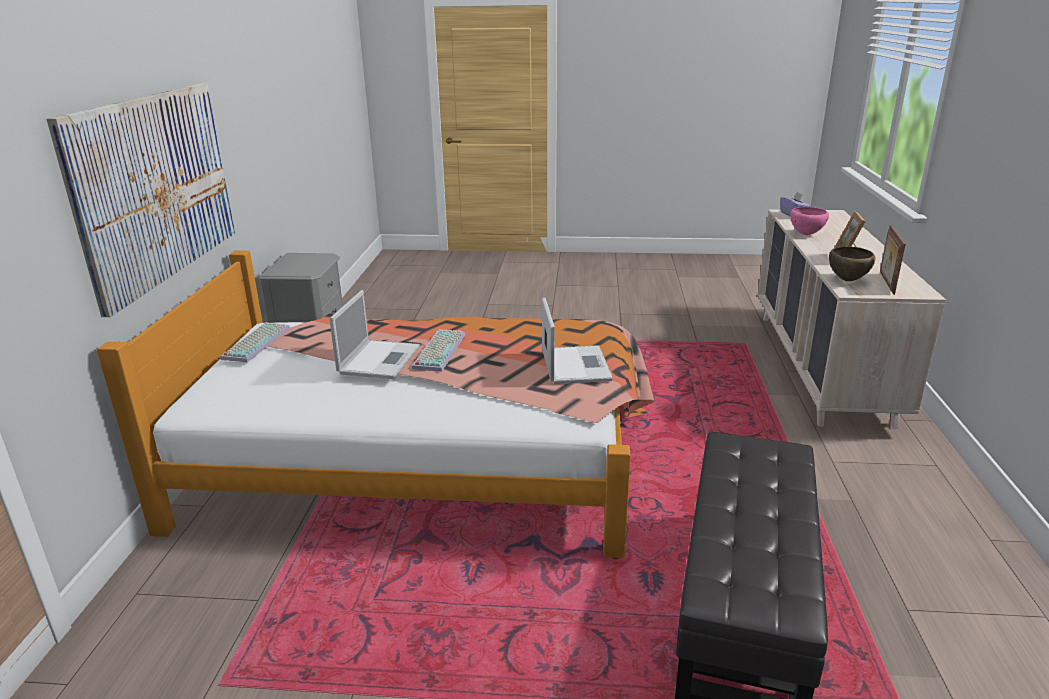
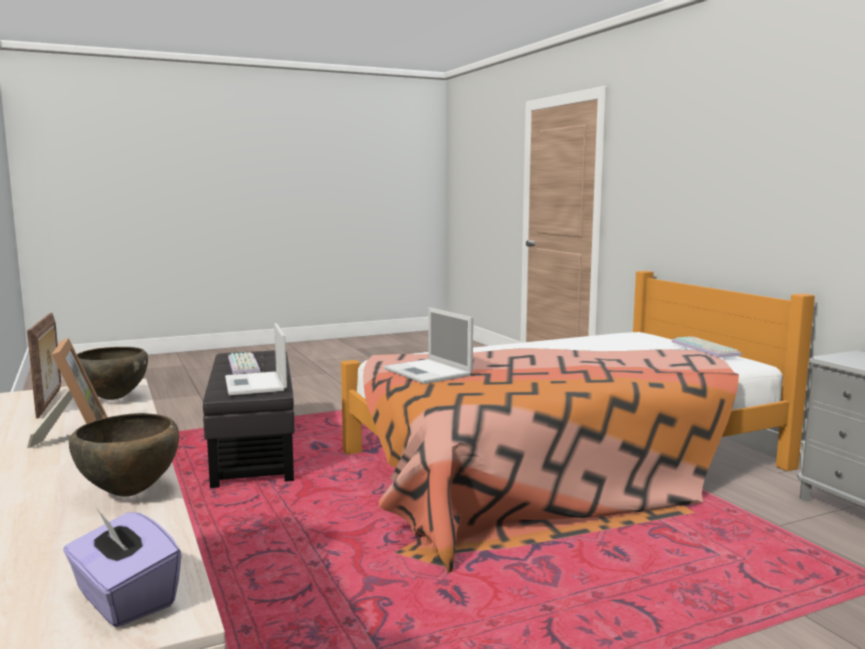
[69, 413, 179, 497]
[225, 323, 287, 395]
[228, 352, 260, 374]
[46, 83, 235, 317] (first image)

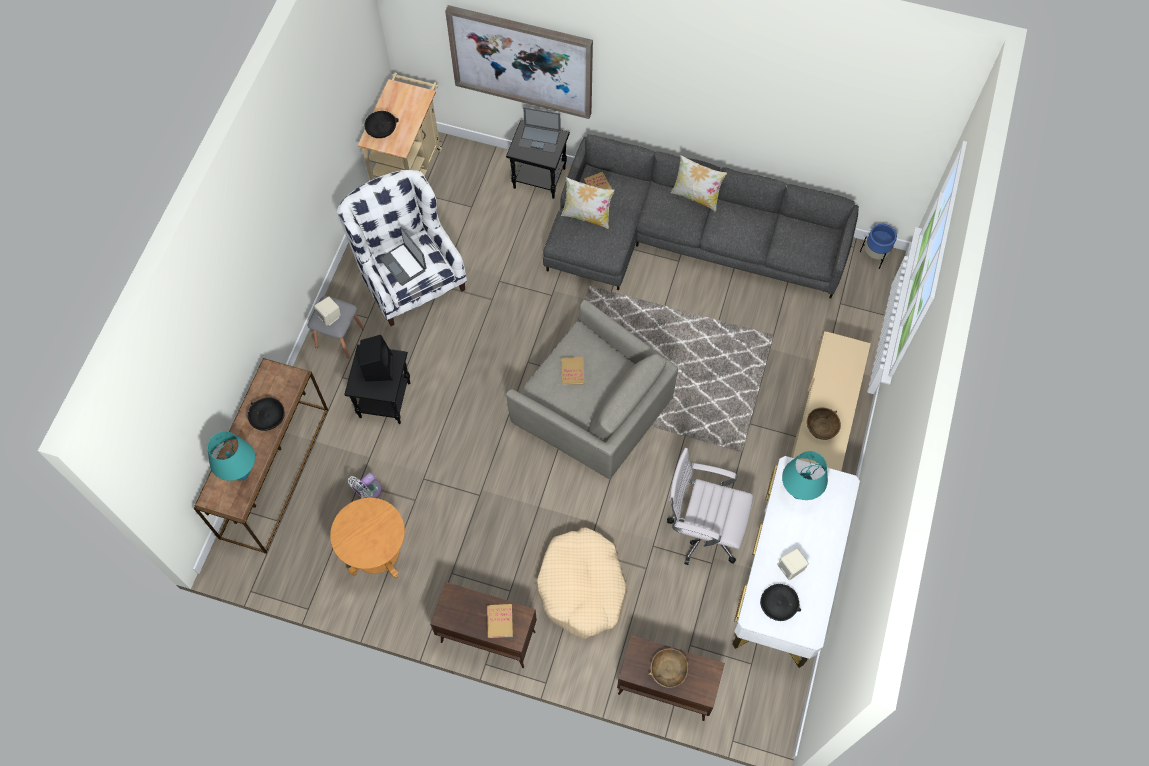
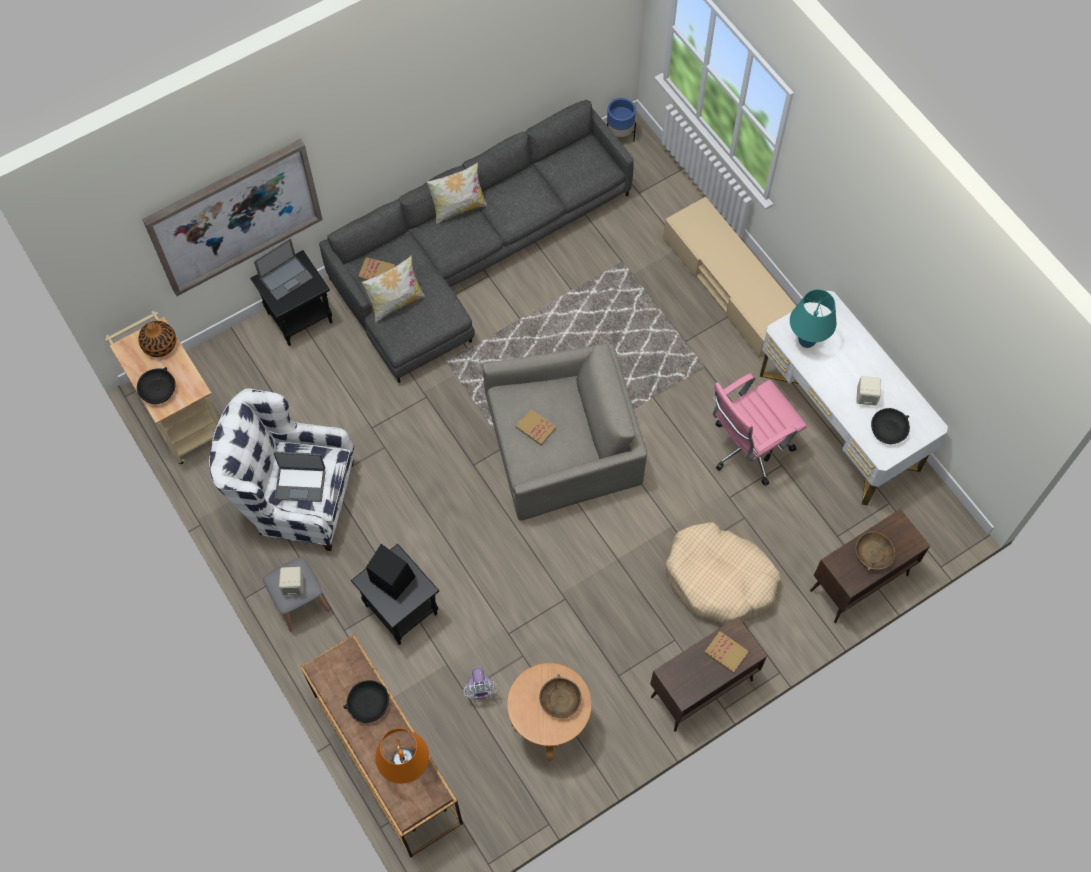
[138, 321, 176, 357]
[375, 728, 429, 784]
[539, 674, 581, 718]
[713, 373, 807, 486]

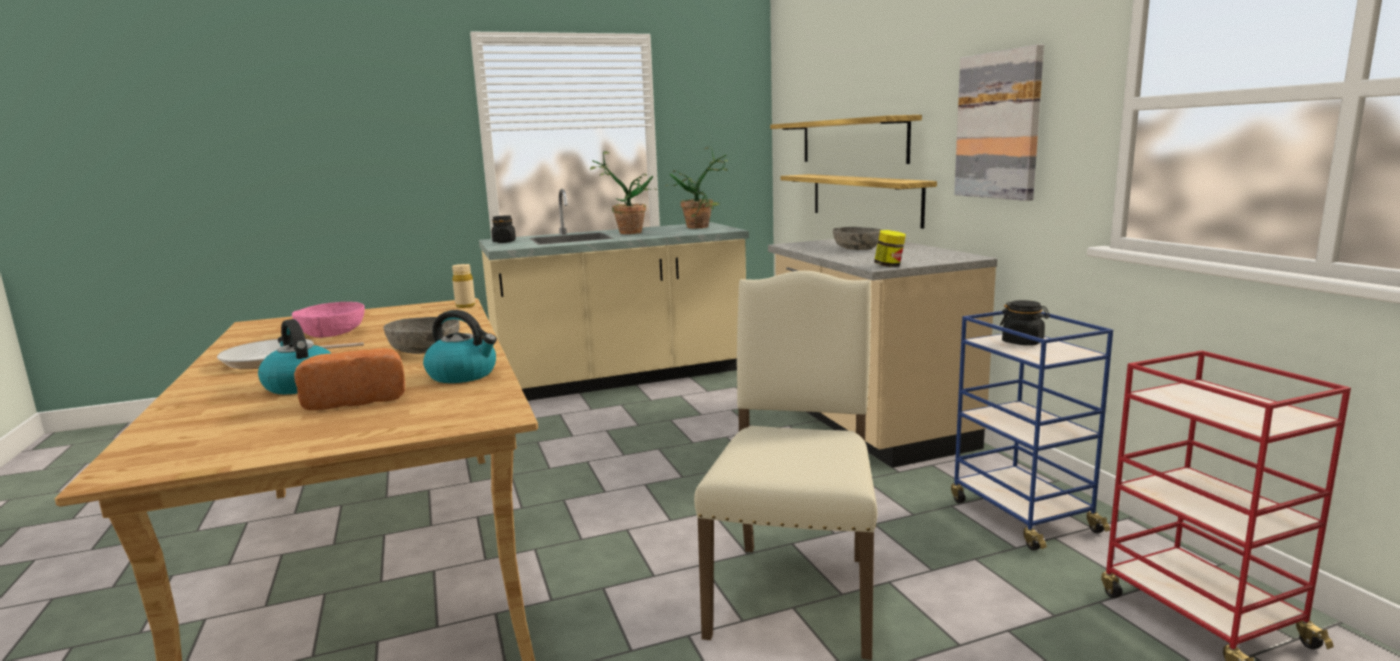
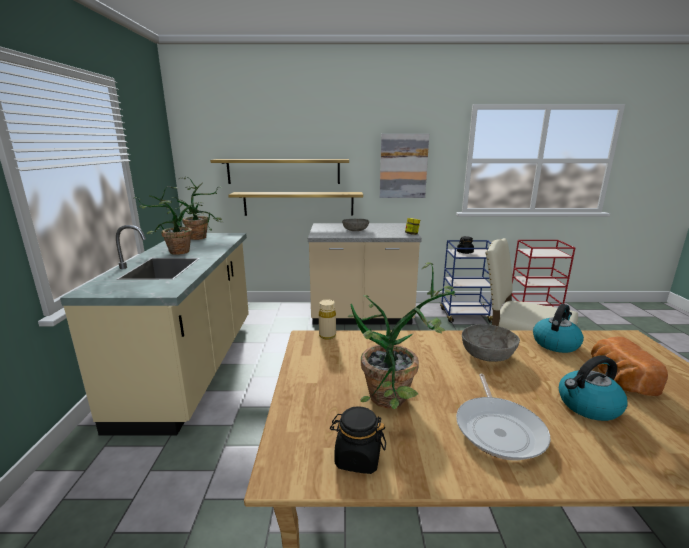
[330, 406, 386, 474]
[348, 262, 456, 409]

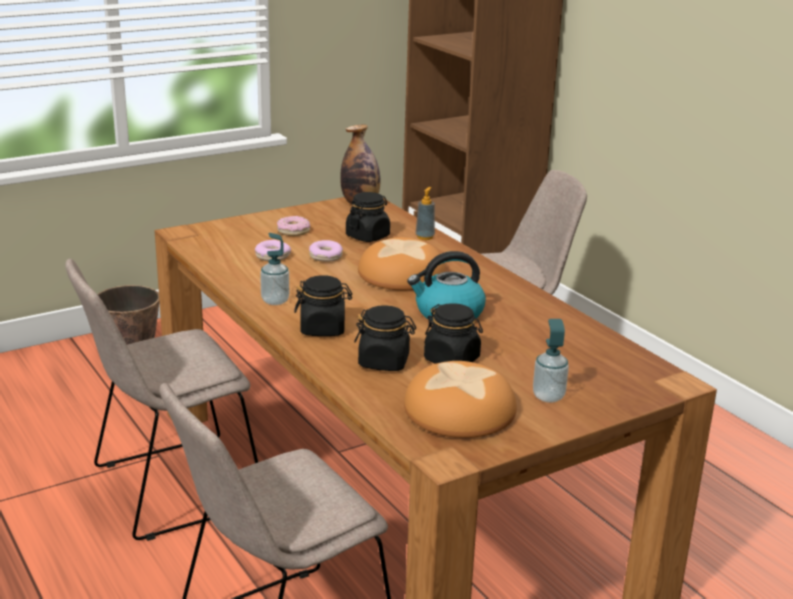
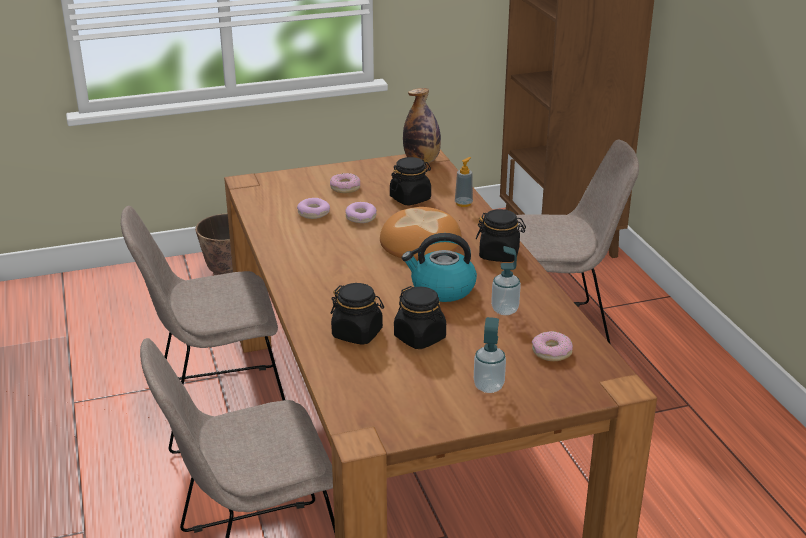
[476, 209, 526, 262]
[491, 246, 521, 315]
[532, 331, 573, 361]
[404, 361, 517, 438] (first image)

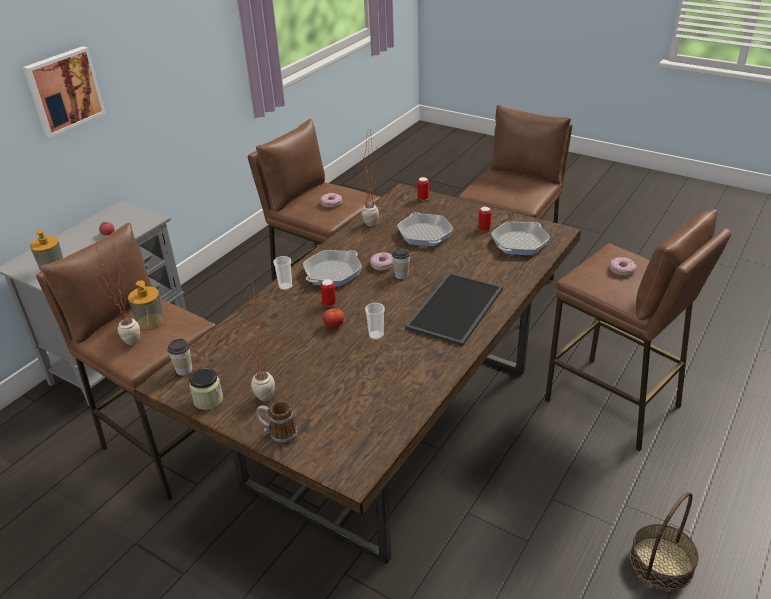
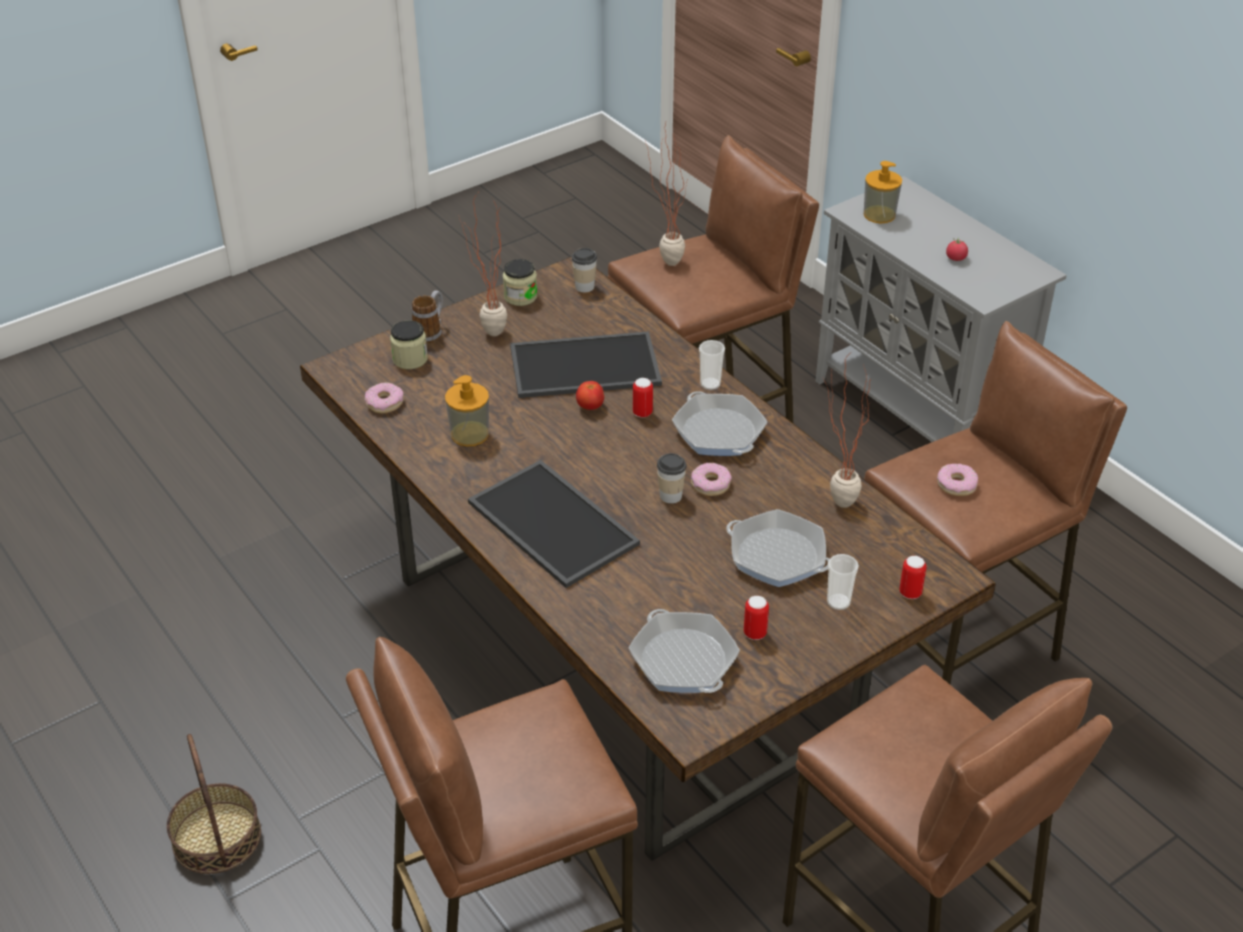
[364, 382, 403, 413]
[390, 320, 428, 369]
[445, 375, 489, 446]
[510, 331, 662, 398]
[726, 509, 830, 587]
[827, 554, 859, 610]
[23, 46, 106, 137] (first image)

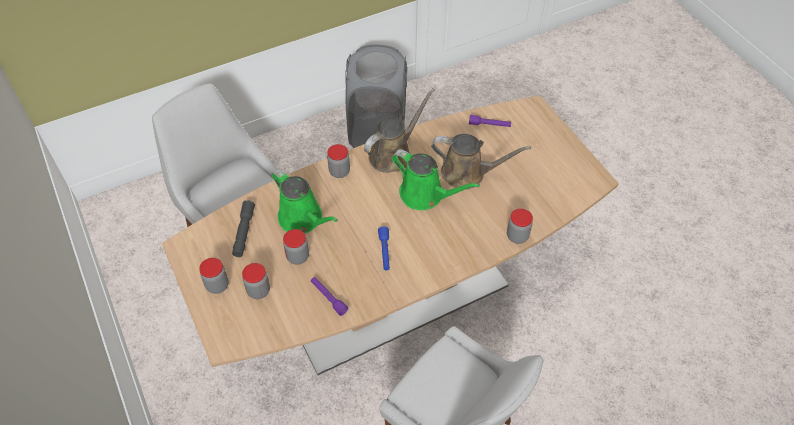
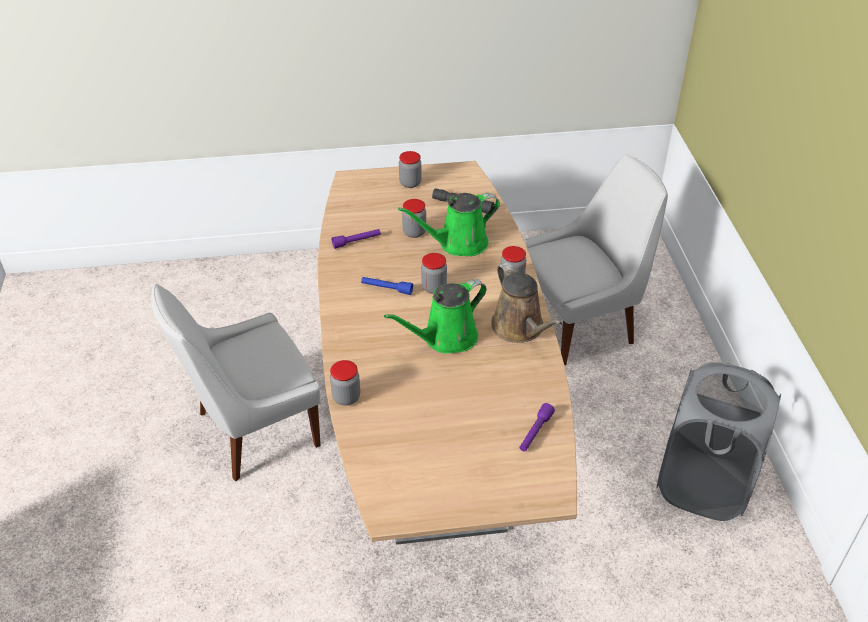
[421, 253, 447, 294]
[431, 134, 531, 190] (first image)

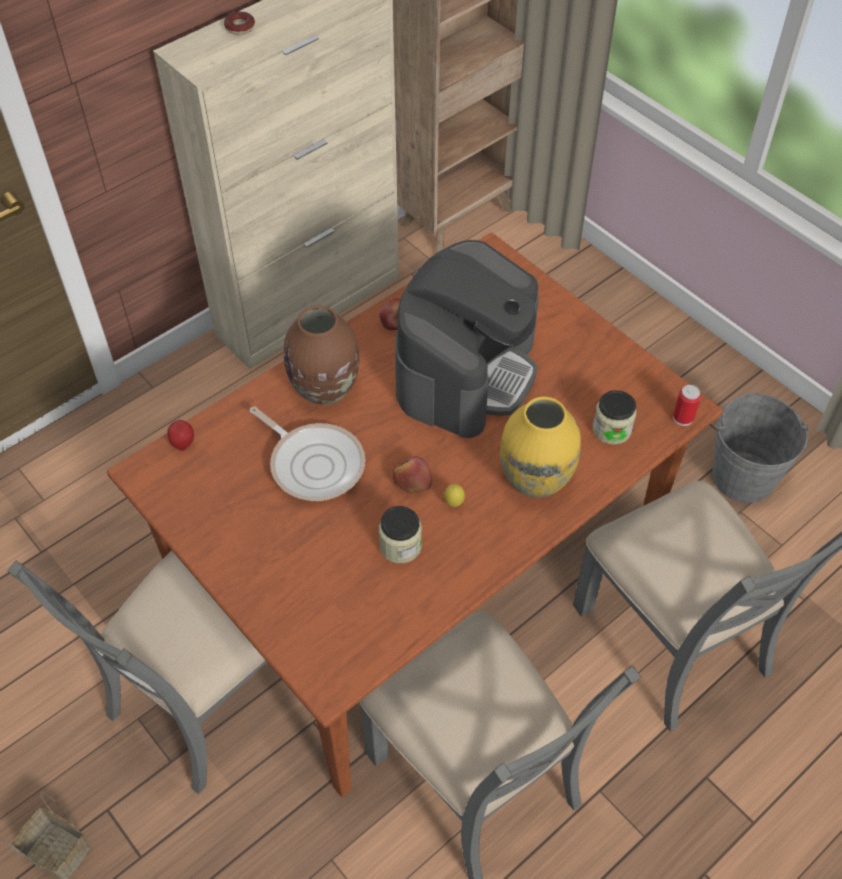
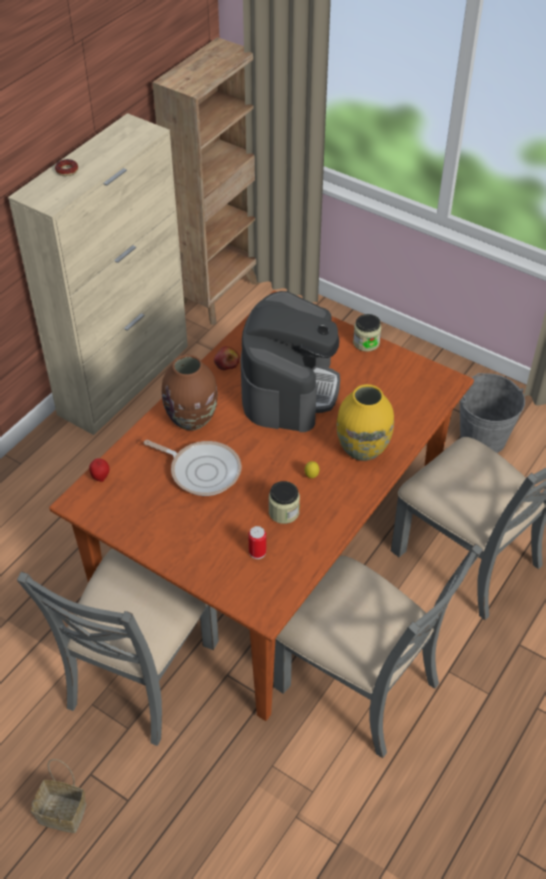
[248, 526, 266, 559]
[353, 314, 381, 352]
[393, 456, 432, 493] (first image)

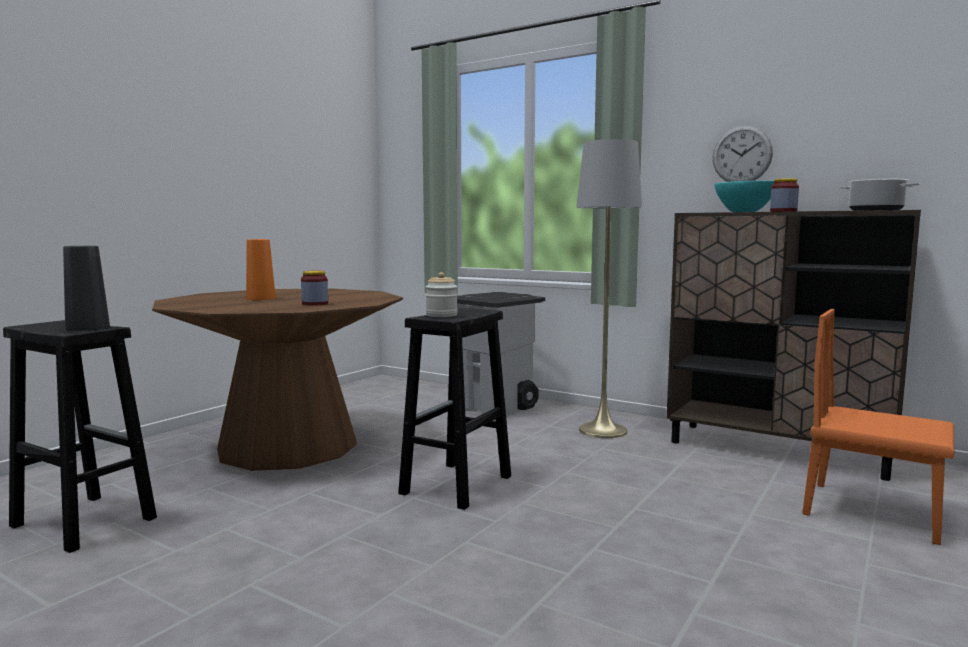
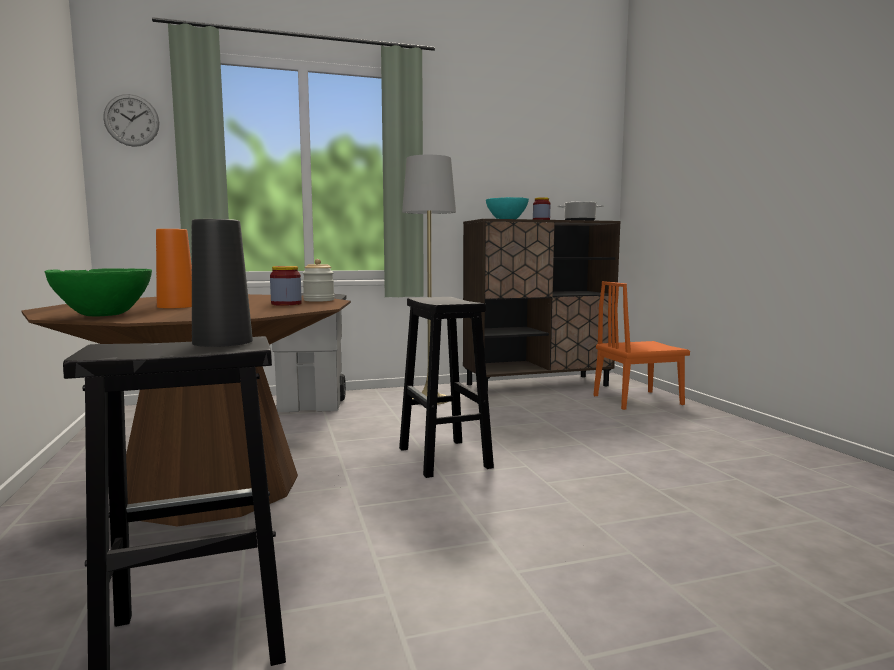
[45, 268, 152, 316]
[103, 94, 159, 147]
[303, 259, 334, 302]

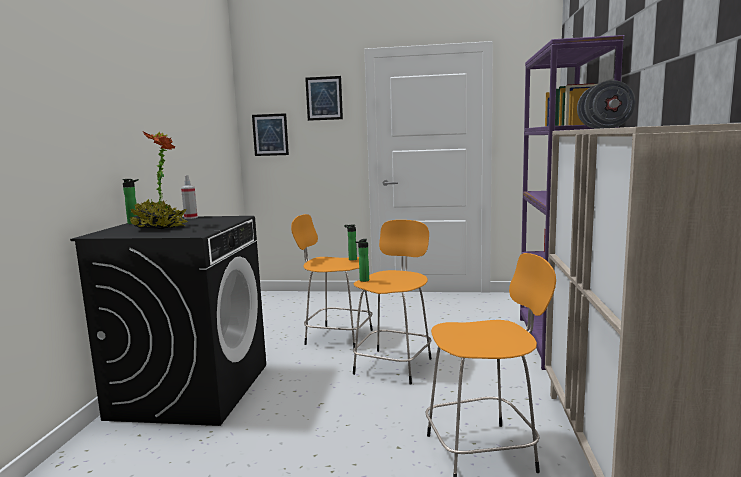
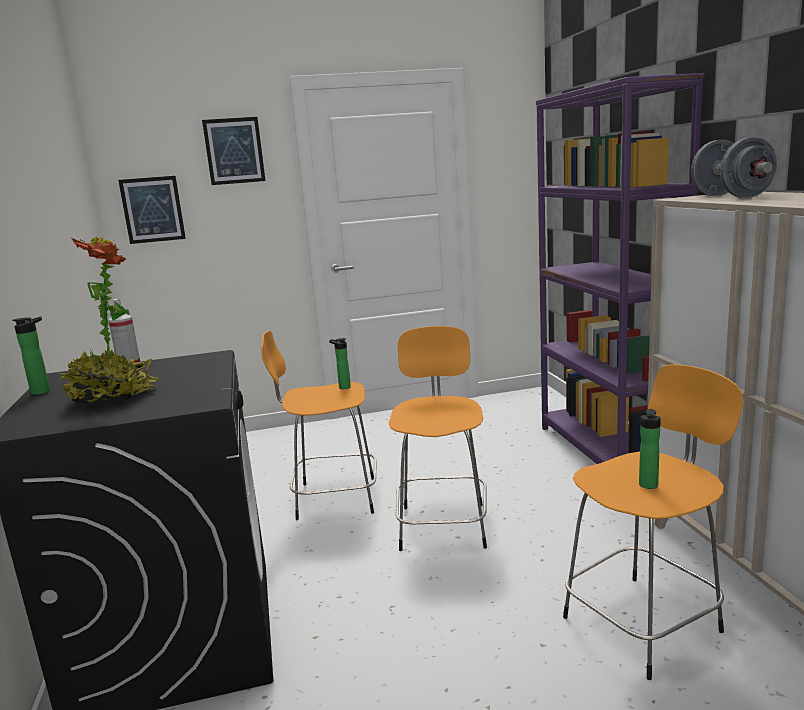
[639, 409, 661, 489]

